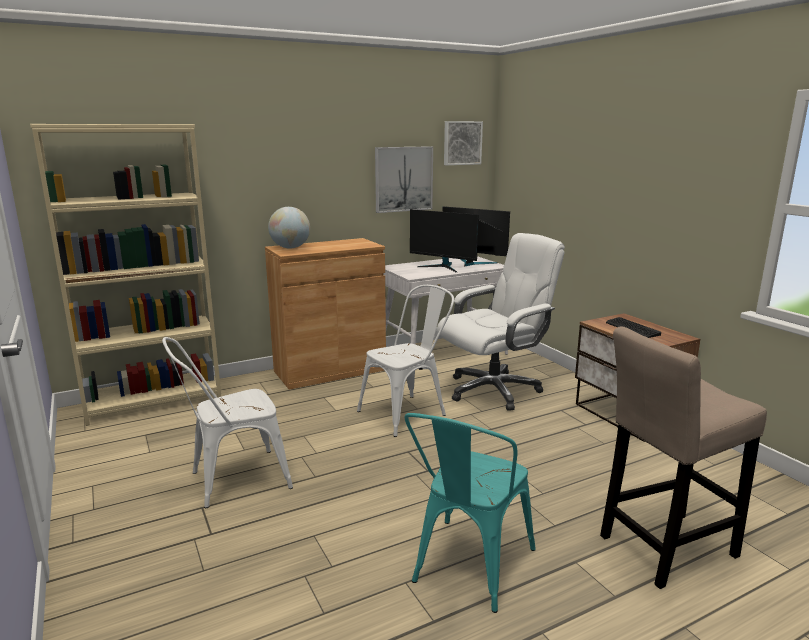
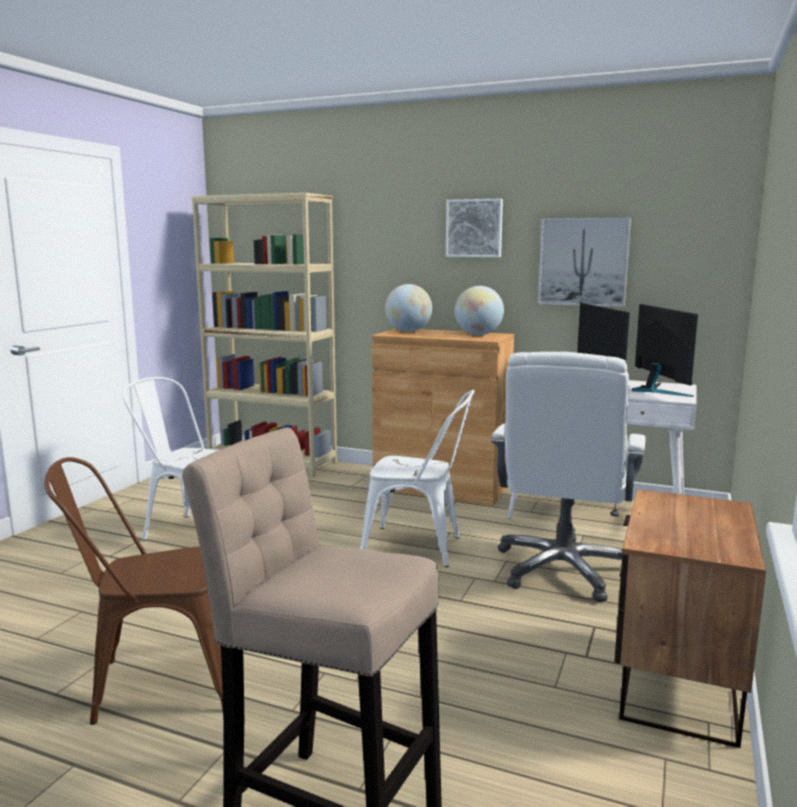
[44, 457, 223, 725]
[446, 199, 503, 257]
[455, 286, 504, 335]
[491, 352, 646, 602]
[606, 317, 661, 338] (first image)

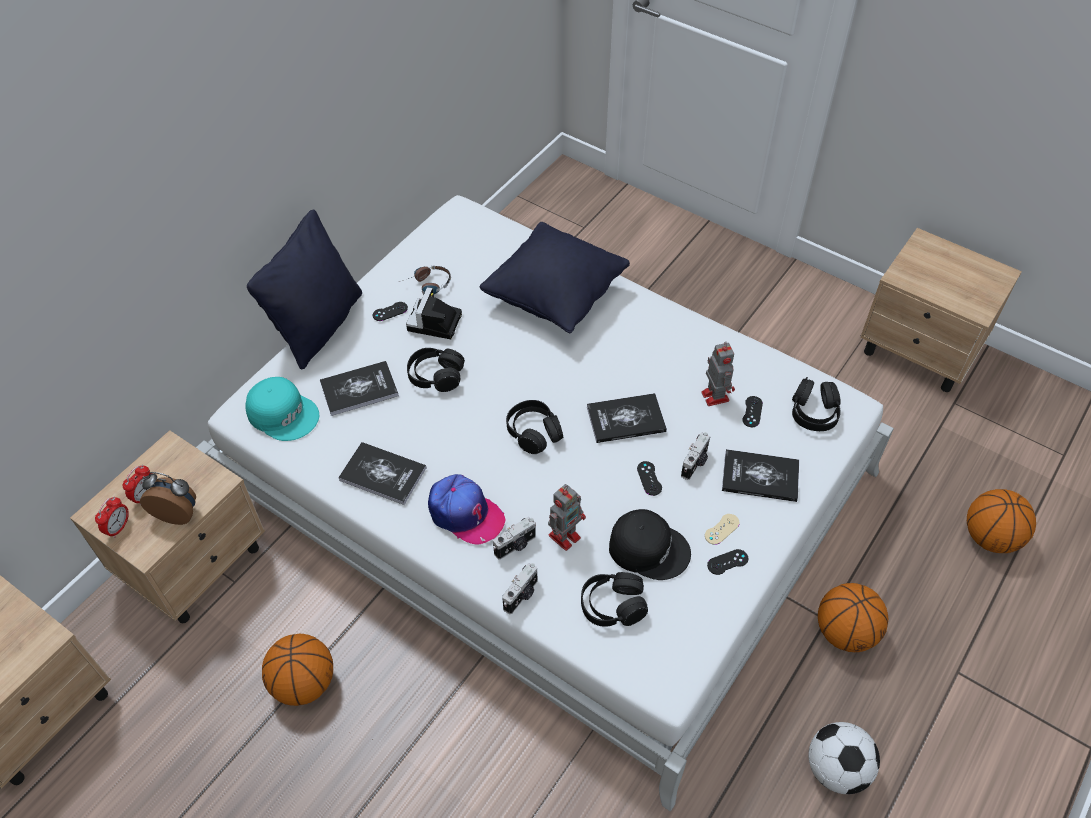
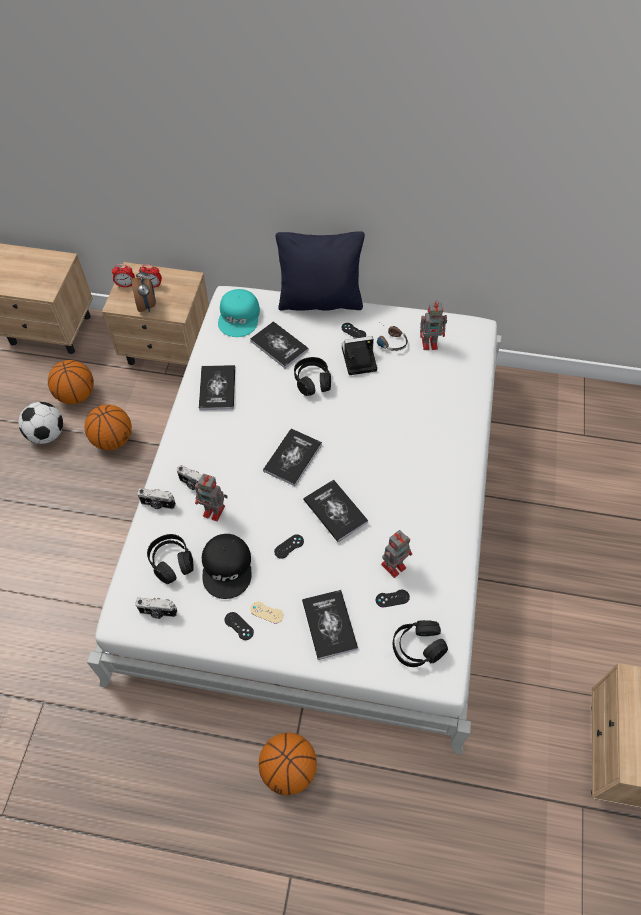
[18, 402, 63, 444]
[48, 360, 94, 404]
[135, 598, 177, 619]
[263, 428, 322, 486]
[420, 301, 447, 350]
[428, 474, 505, 545] (first image)
[480, 222, 630, 333] (first image)

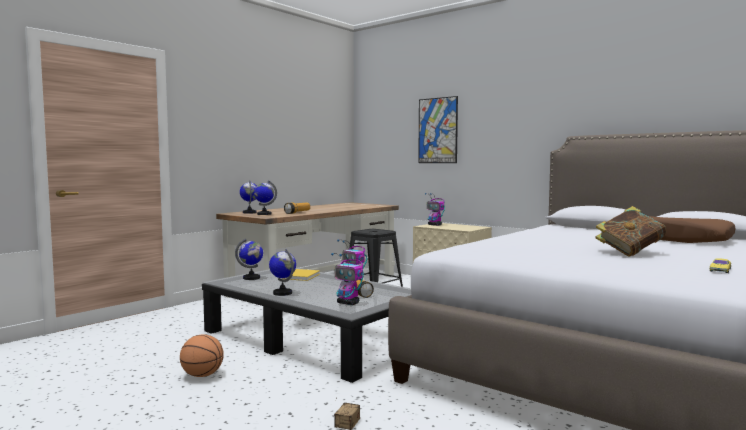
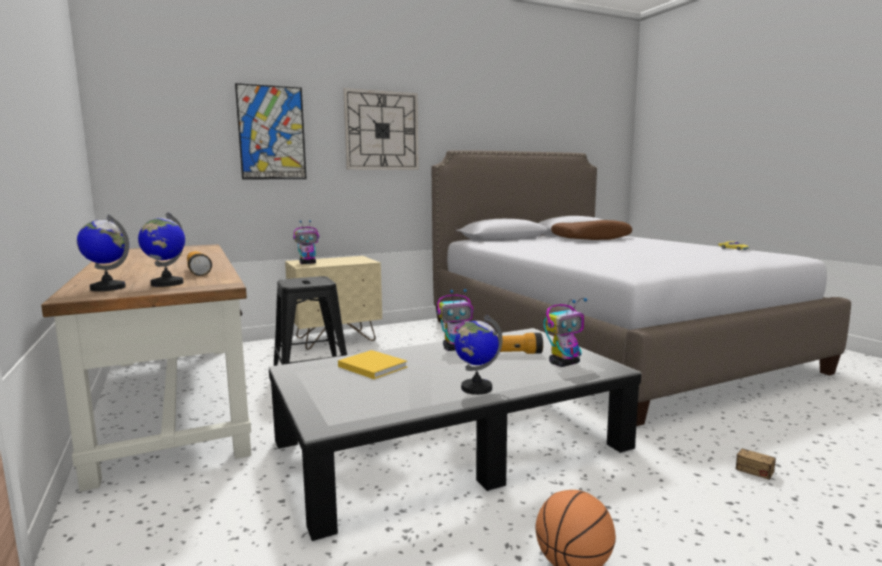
[343, 88, 419, 170]
[235, 238, 263, 280] (first image)
[596, 206, 666, 257] (first image)

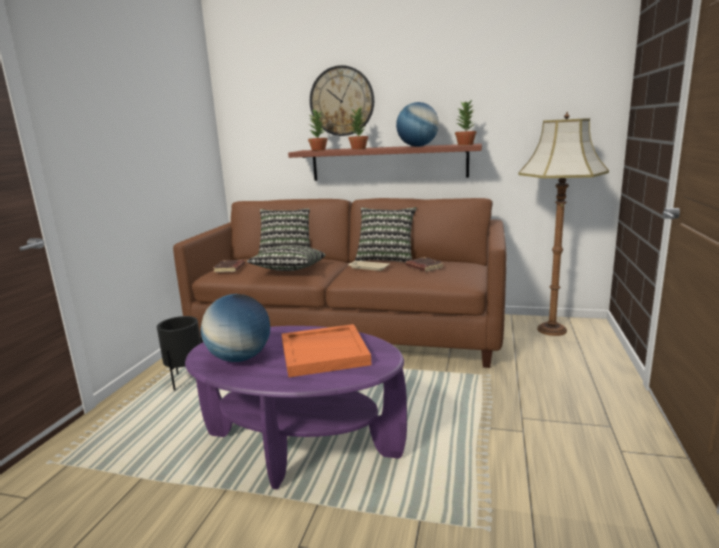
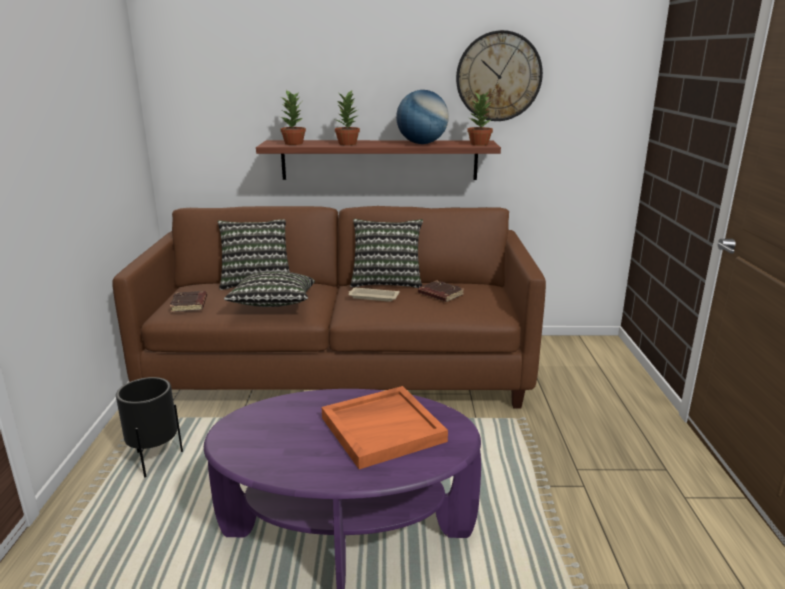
[456, 30, 543, 121]
[201, 294, 270, 362] (first image)
[518, 112, 609, 336] (first image)

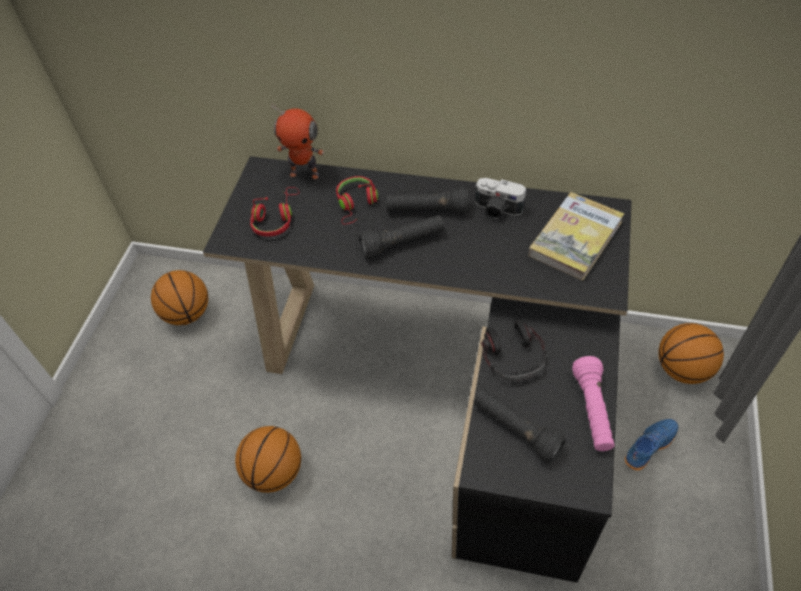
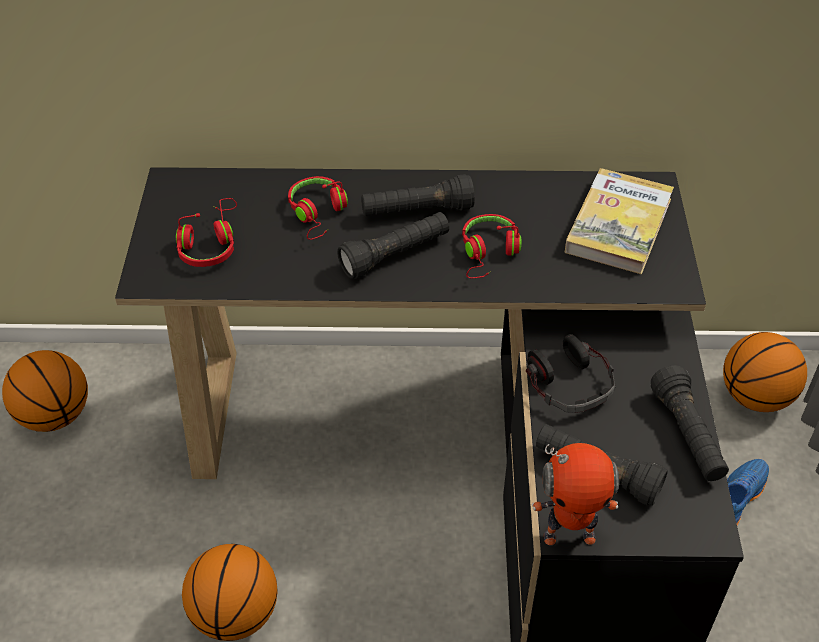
[462, 214, 521, 278]
[532, 443, 619, 545]
[651, 365, 729, 481]
[475, 178, 526, 220] (first image)

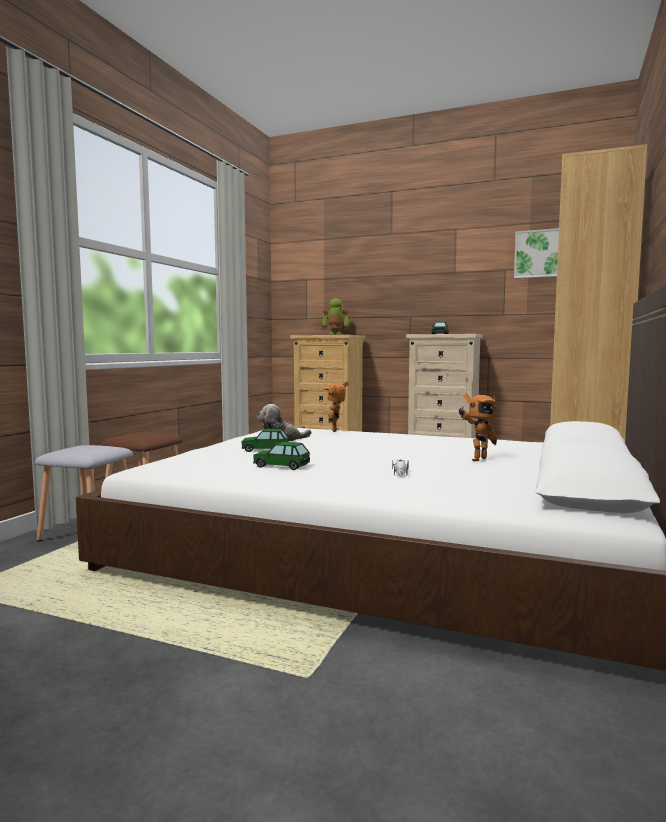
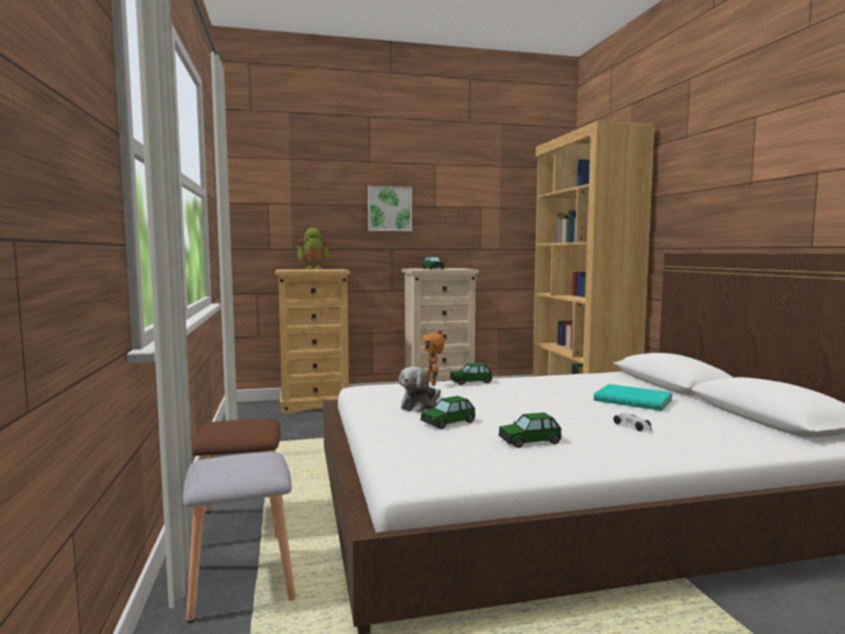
[368, 186, 412, 231]
[450, 363, 492, 385]
[594, 384, 673, 411]

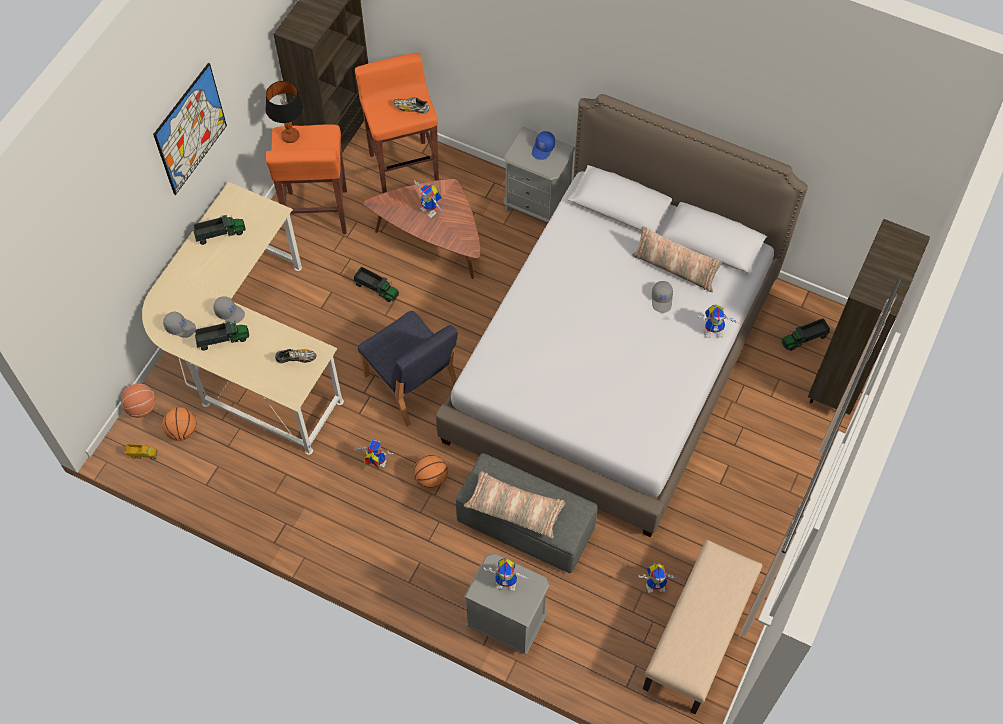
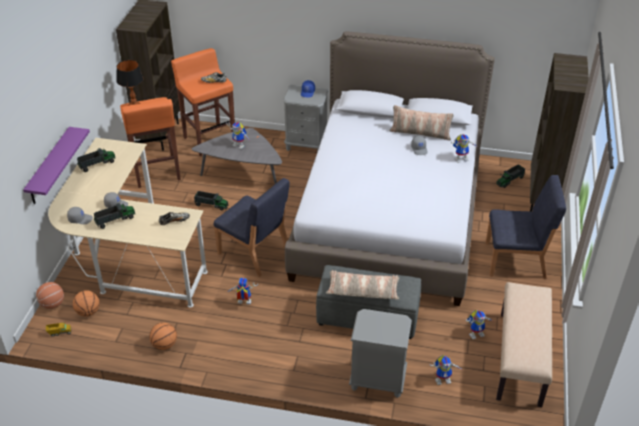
[23, 127, 90, 204]
[149, 322, 177, 350]
[192, 128, 282, 184]
[430, 355, 461, 385]
[486, 175, 566, 279]
[153, 63, 227, 195] (first image)

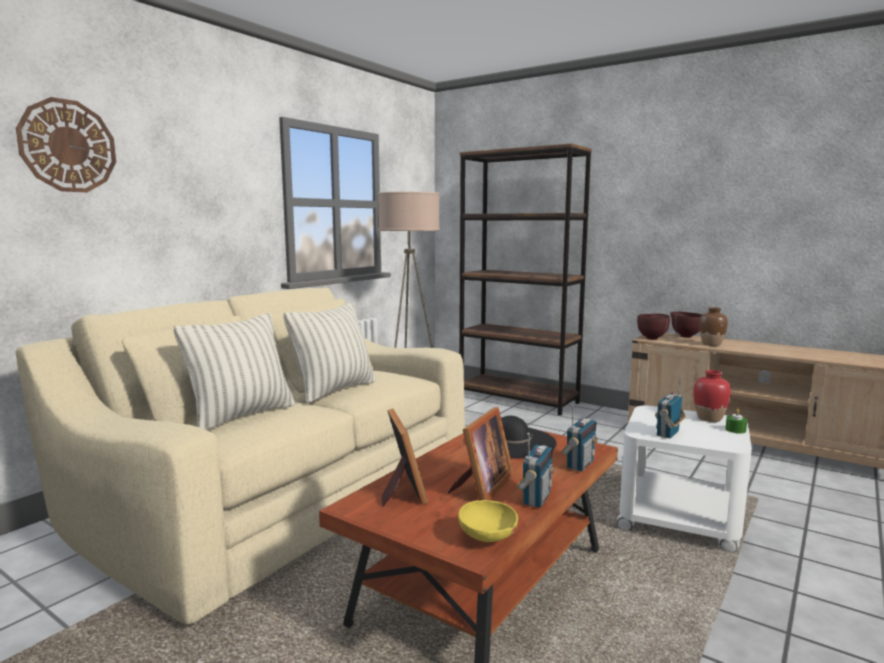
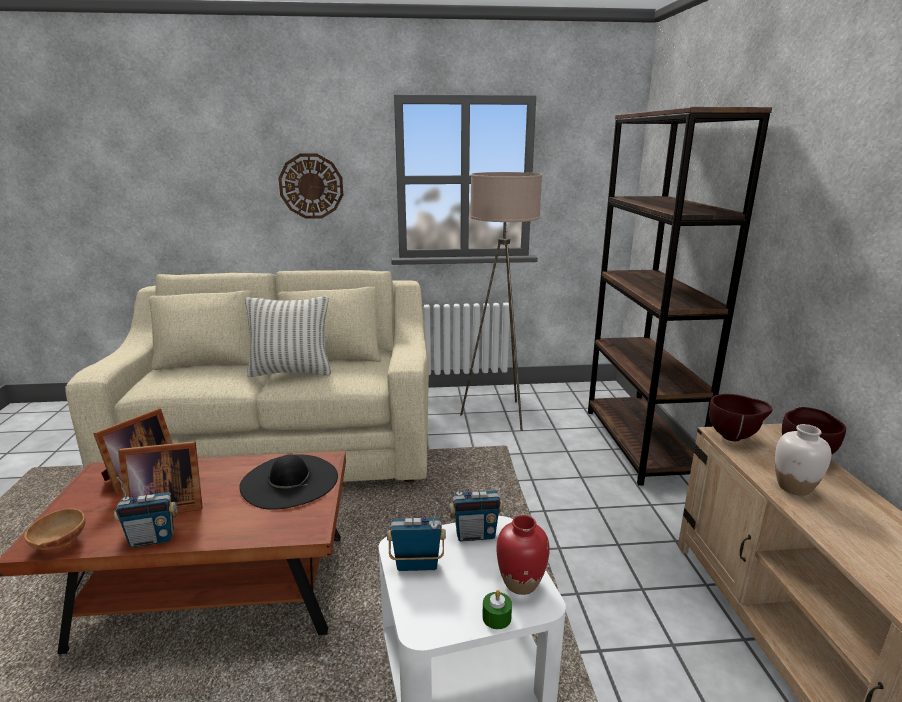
[24, 508, 86, 550]
[278, 154, 343, 219]
[449, 472, 504, 541]
[775, 424, 831, 496]
[173, 313, 295, 430] (first image)

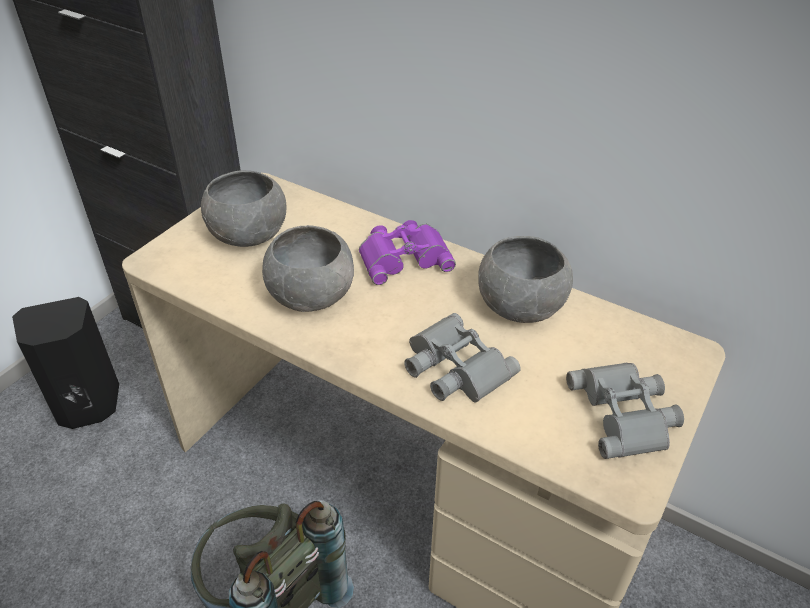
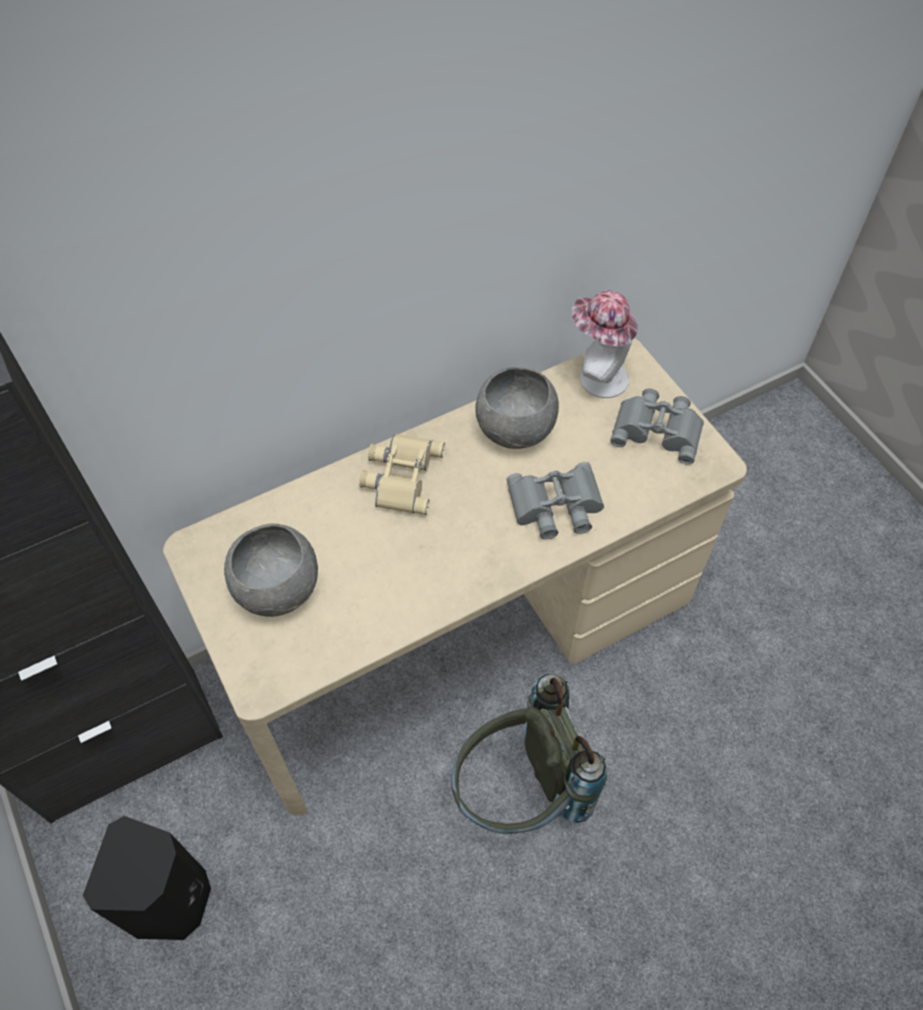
[359, 434, 445, 515]
[572, 290, 638, 398]
[262, 225, 354, 312] (first image)

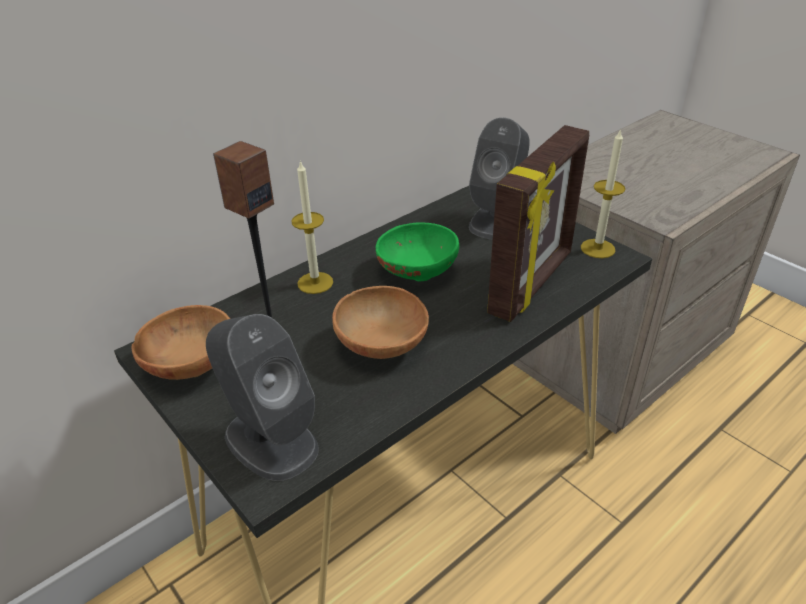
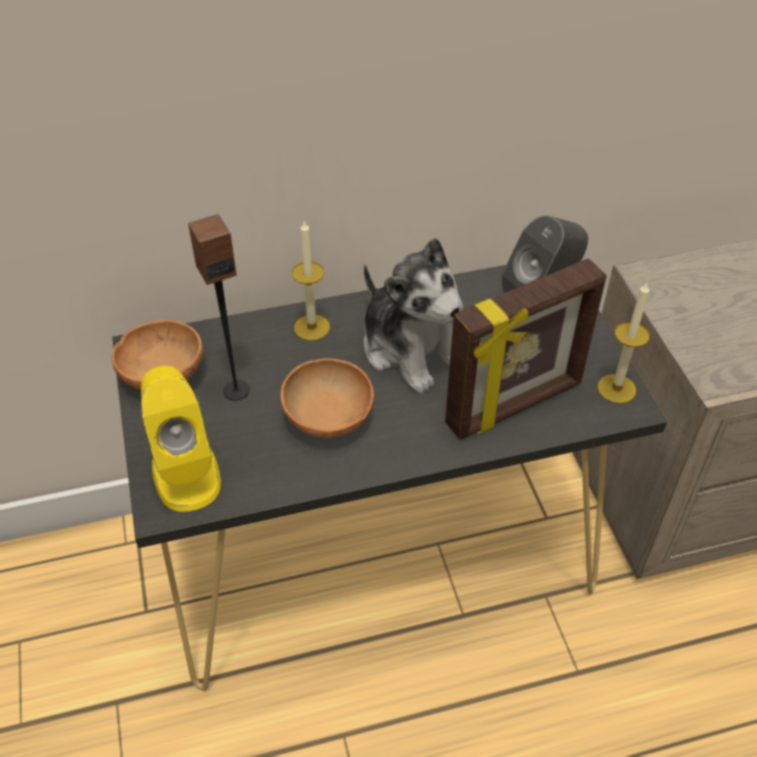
[141, 366, 221, 512]
[363, 238, 464, 394]

